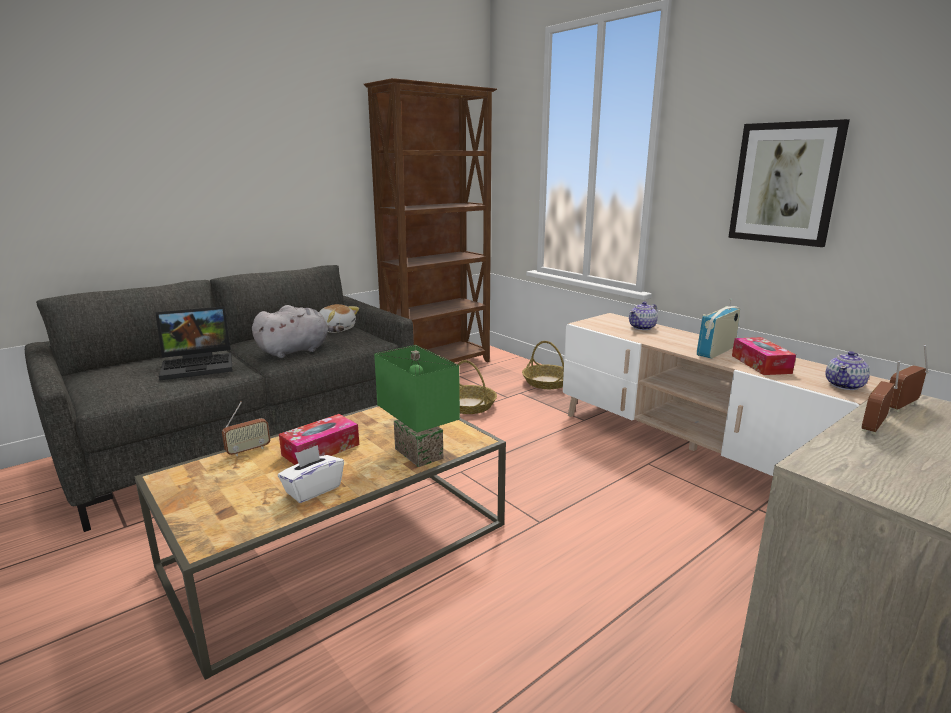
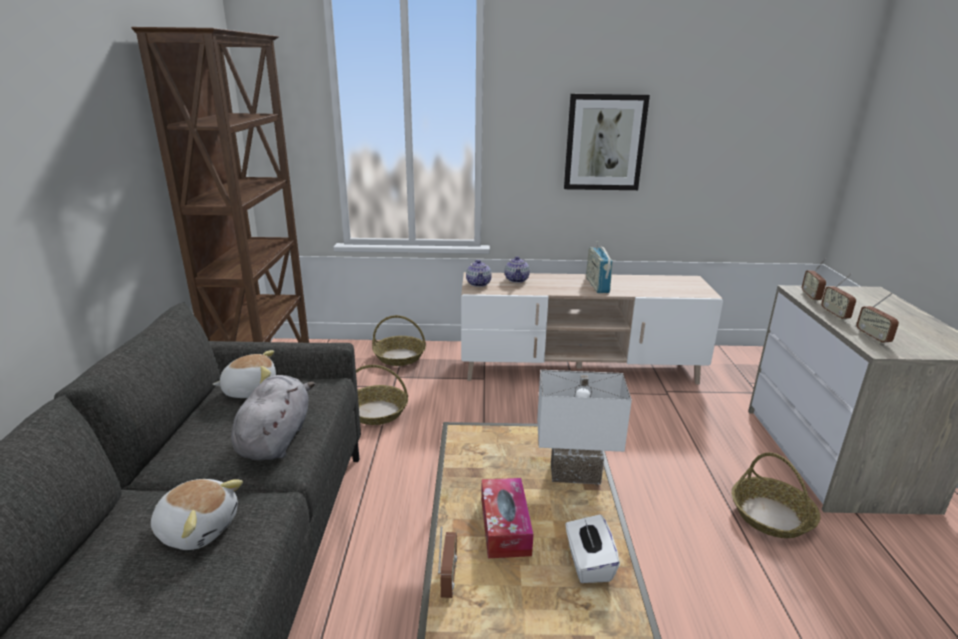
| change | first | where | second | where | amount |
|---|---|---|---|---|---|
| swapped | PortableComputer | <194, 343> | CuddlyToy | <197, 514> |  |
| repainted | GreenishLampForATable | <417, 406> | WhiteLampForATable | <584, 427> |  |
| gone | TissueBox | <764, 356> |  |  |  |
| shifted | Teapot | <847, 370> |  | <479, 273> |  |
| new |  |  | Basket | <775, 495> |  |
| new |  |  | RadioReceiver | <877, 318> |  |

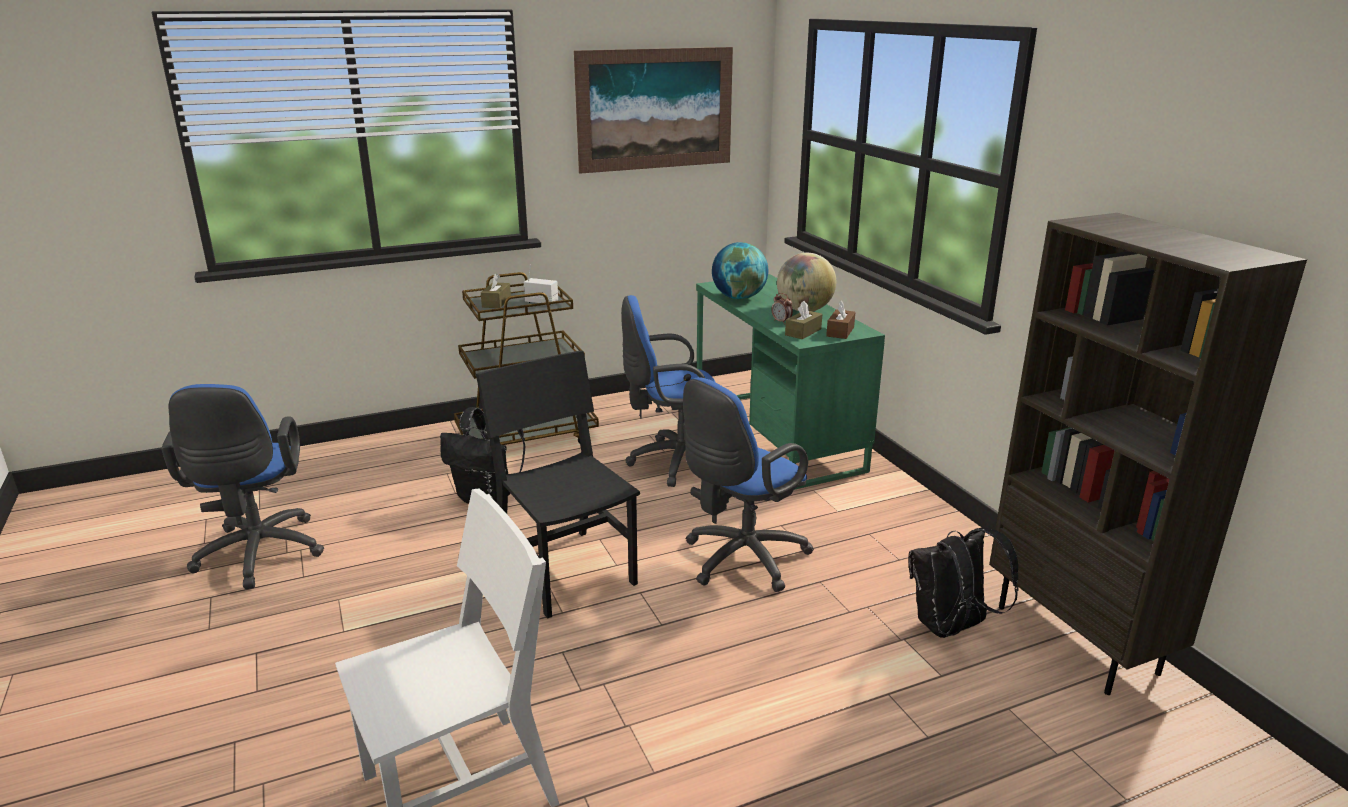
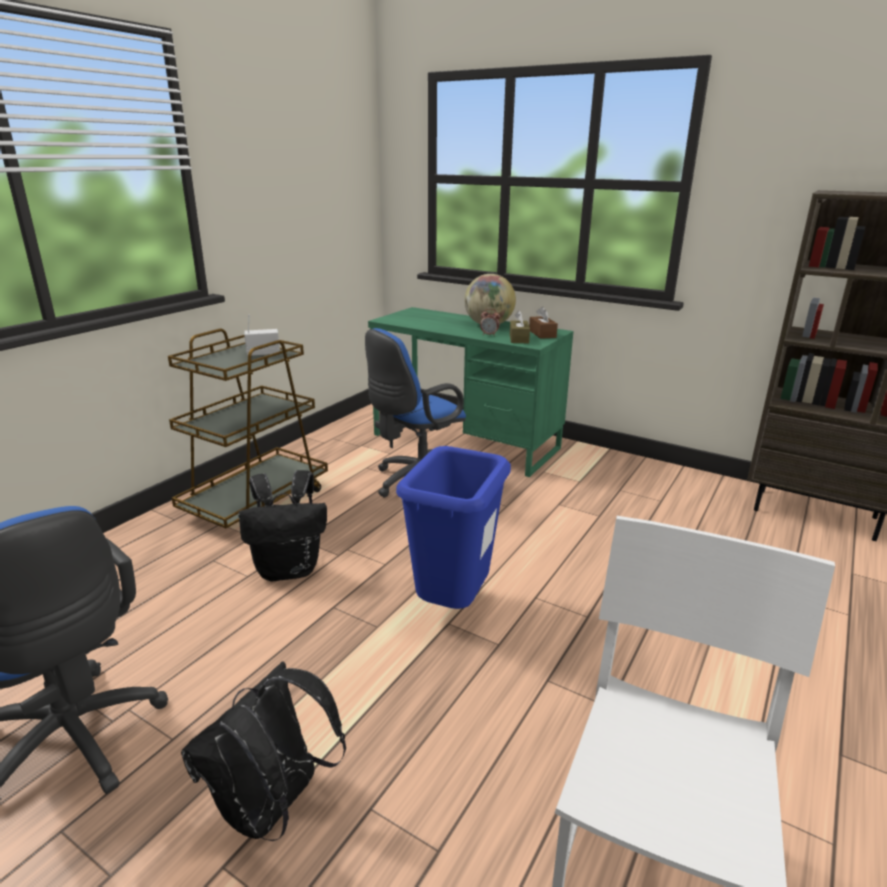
| change | first | where | second | where | amount |
|---|---|---|---|---|---|
| swapped | BlackChair | <558, 484> | BlueWasteBin | <453, 527> |  |
| gone | BrownColouredTissueBox | <496, 290> |  |  |  |
| gone | WallArt | <653, 110> |  |  |  |
| gone | BlueComputerChair | <748, 484> |  |  |  |
| gone | WorldGlobe | <740, 270> |  |  |  |
| shifted | BlackRucksack | <964, 583> |  | <263, 751> |  |

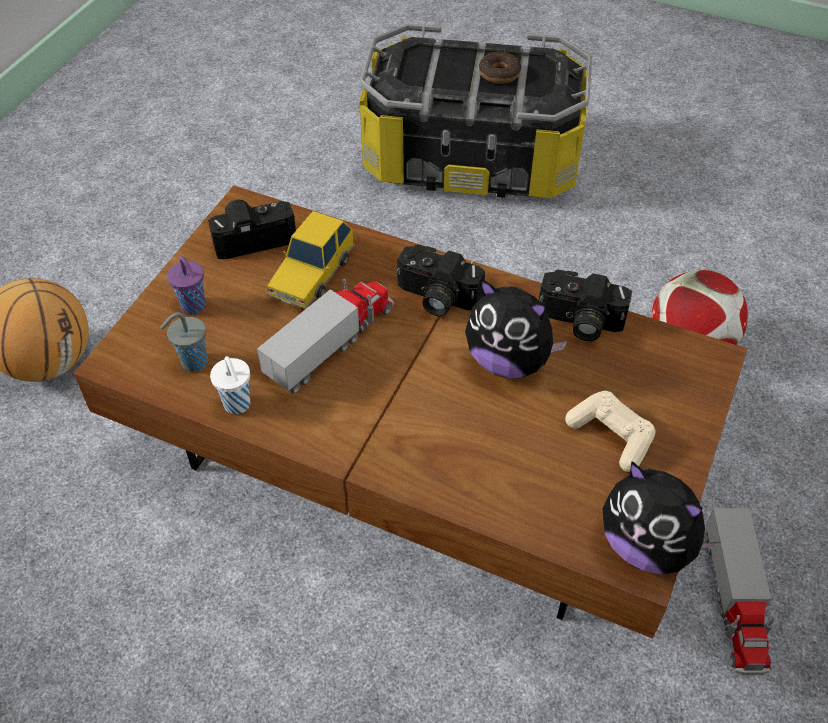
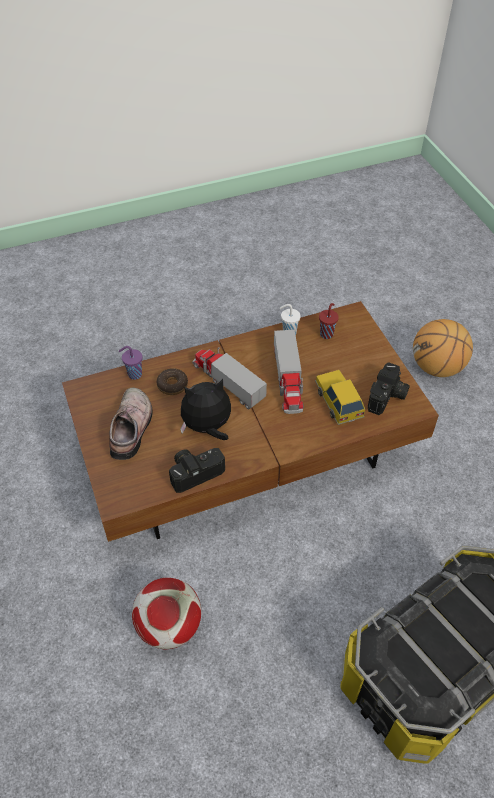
| change | first | where | second | where | amount |
|---|---|---|---|---|---|
| repainted | GreyDrinkingCup | <184, 342> | ReddishDrinkingCup | <329, 321> |  |
| shifted | PurpleDrinkingCup | <186, 285> |  | <130, 363> |  |
| gone | PhotoCamera | <440, 280> |  |  |  |
| shifted | RingDoughnut | <500, 68> |  | <172, 381> |  |
| swapped | BeigeGameController | <610, 431> | LowShoe | <131, 424> |  |
| gone | CuddlyToy | <661, 518> |  |  |  |
| shifted | ModelTruck | <740, 591> |  | <229, 378> |  |

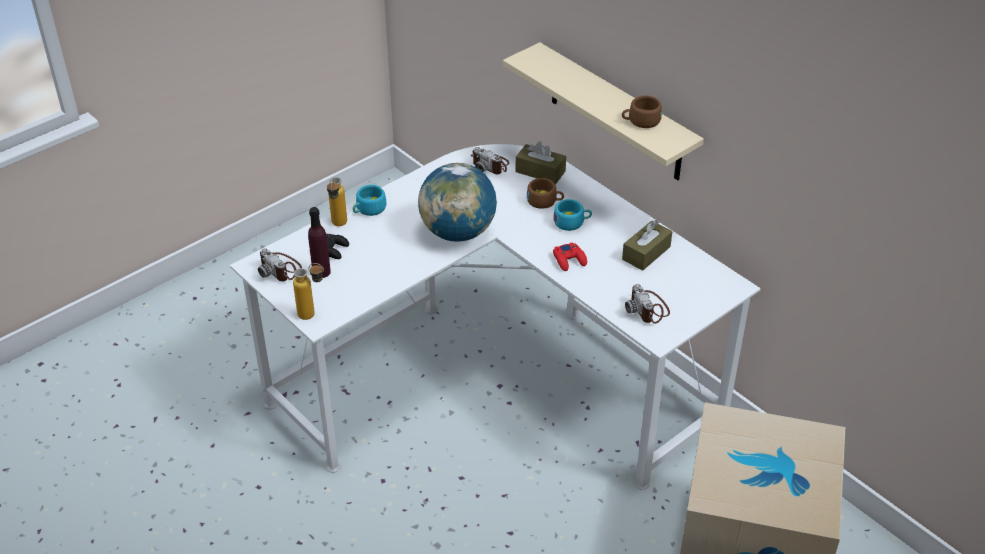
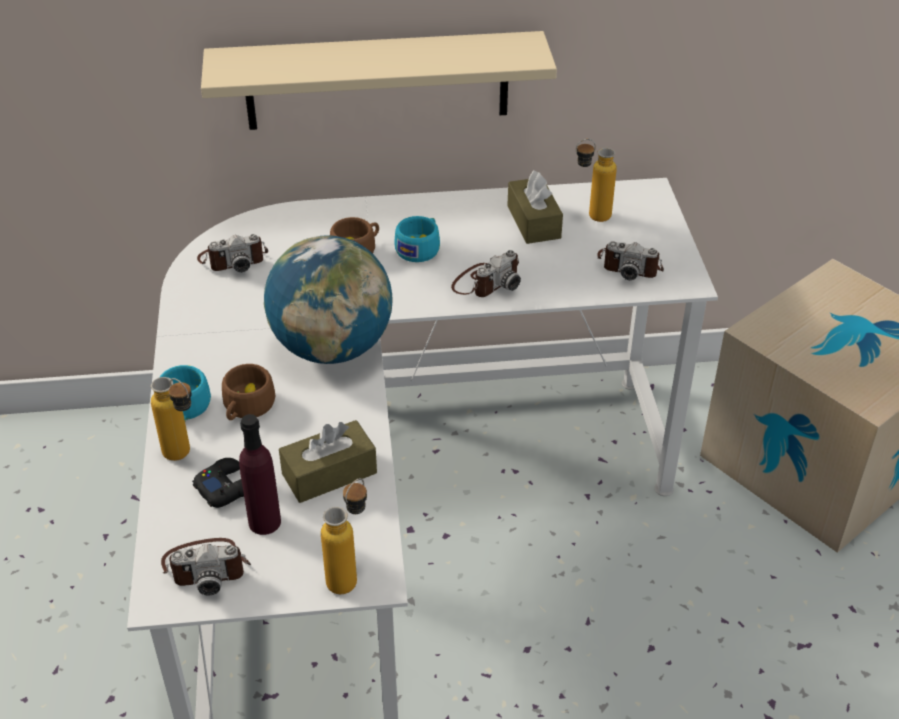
| change | first | where | second | where | amount |
|---|---|---|---|---|---|
| shifted | BrownColouredTissueBox | <540, 162> |  | <328, 461> |  |
| swapped | ReddishGameController | <570, 256> | PhotoCamera | <486, 273> |  |
| shifted | BrownColouredDrinkingCup | <642, 111> |  | <249, 392> |  |
| new |  |  | DrinkBottle | <596, 180> |  |

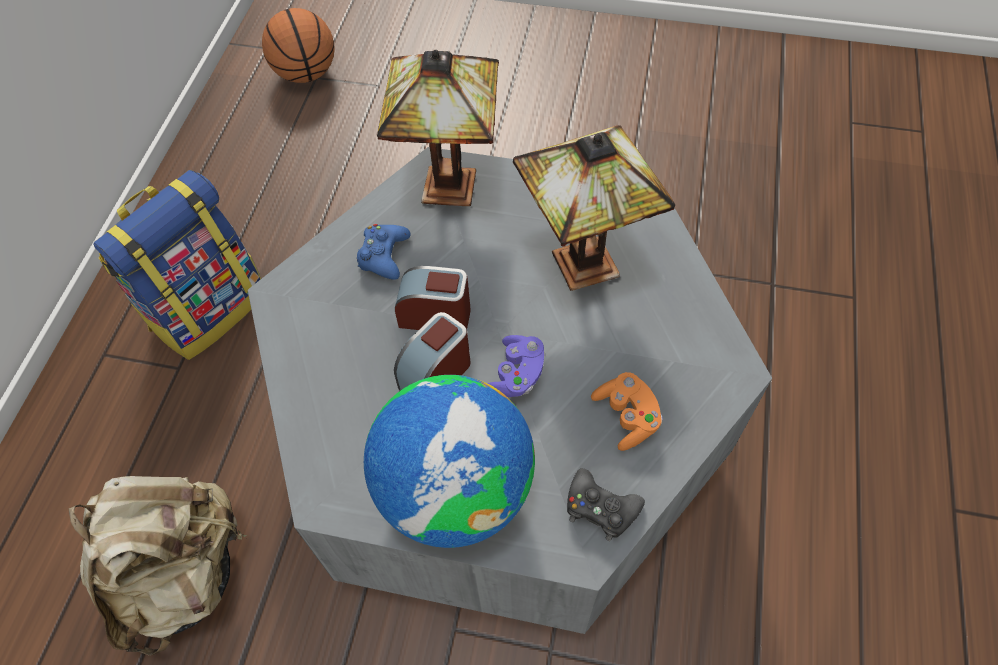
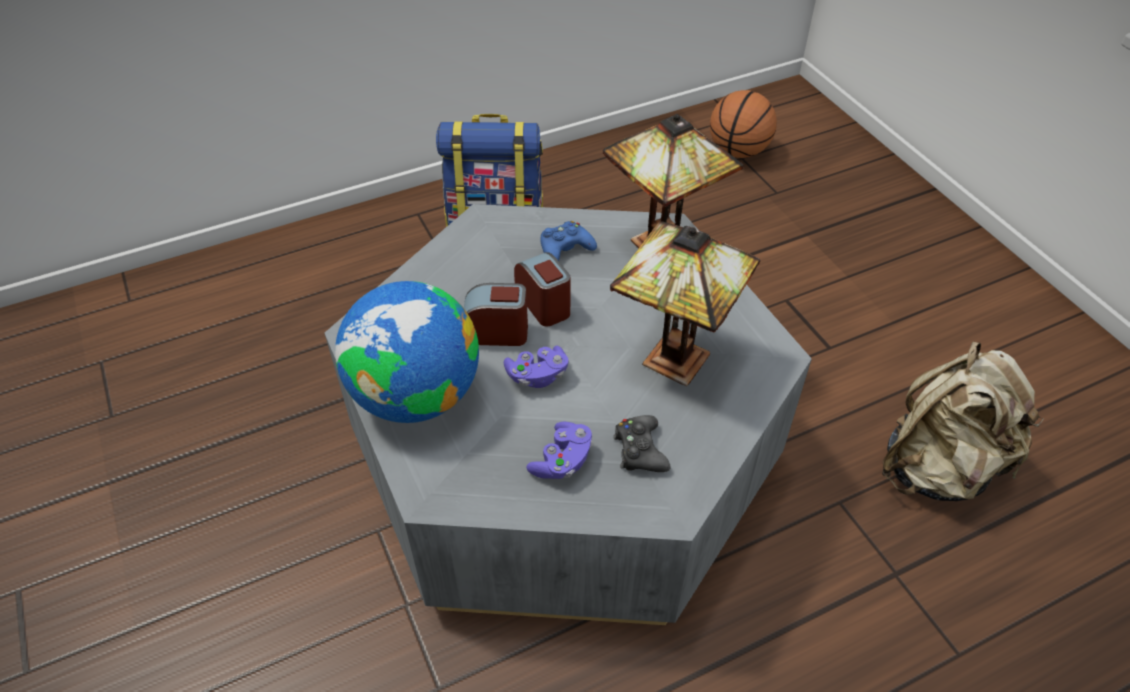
| change | first | where | second | where | amount |
|---|---|---|---|---|---|
| shifted | BeigeRucksack | <157, 566> |  | <963, 421> |  |
| shifted | BlackGameController | <606, 504> |  | <641, 443> |  |
| repainted | OrangeColouredGameController | <627, 411> | PurpleGameController | <559, 450> |  |

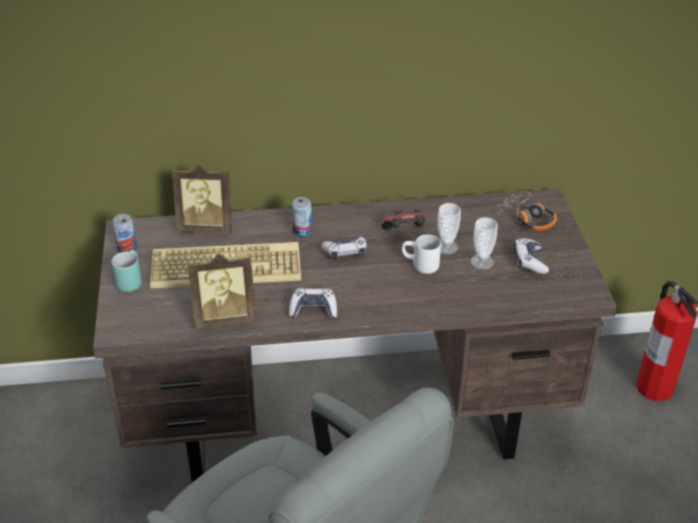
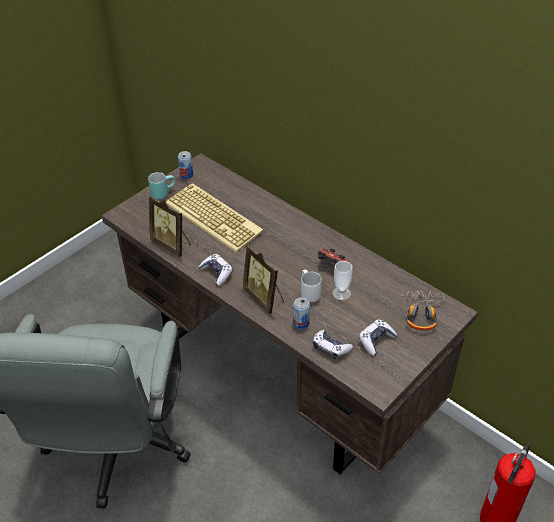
| change | first | where | second | where | amount |
|---|---|---|---|---|---|
| shifted | PictureFrame | <201, 199> |  | <263, 279> |  |
| shifted | Can | <302, 217> |  | <301, 313> |  |
| shifted | GameController | <344, 248> |  | <333, 344> |  |
| gone | DrinkingCup | <484, 243> |  |  |  |

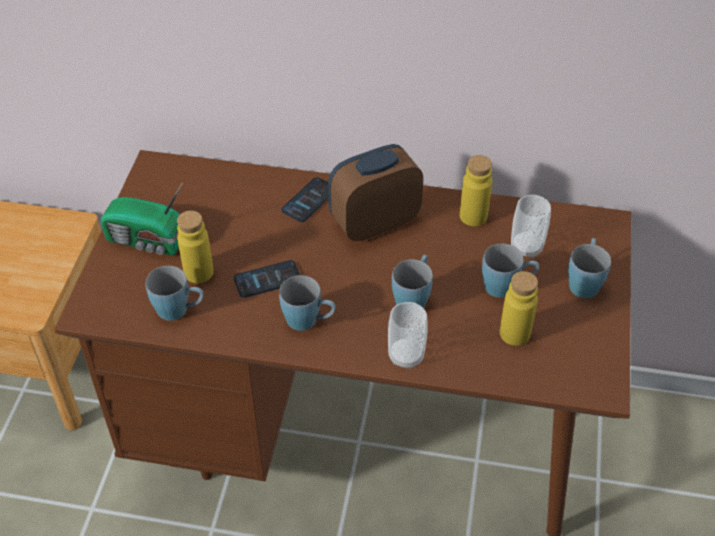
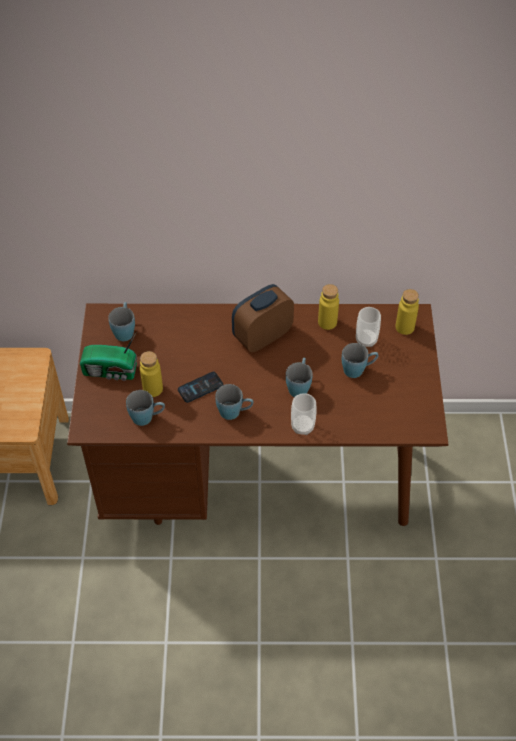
| change | first | where | second | where | amount |
|---|---|---|---|---|---|
| gone | Telephone | <305, 199> |  |  |  |
| shifted | YellowishDrinkBottle | <519, 308> |  | <407, 312> |  |
| shifted | BlueTeaMug | <589, 268> |  | <121, 321> |  |

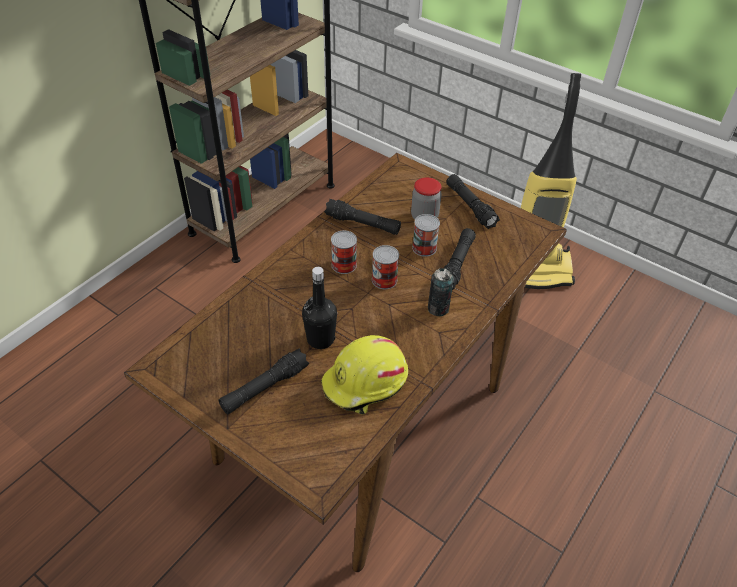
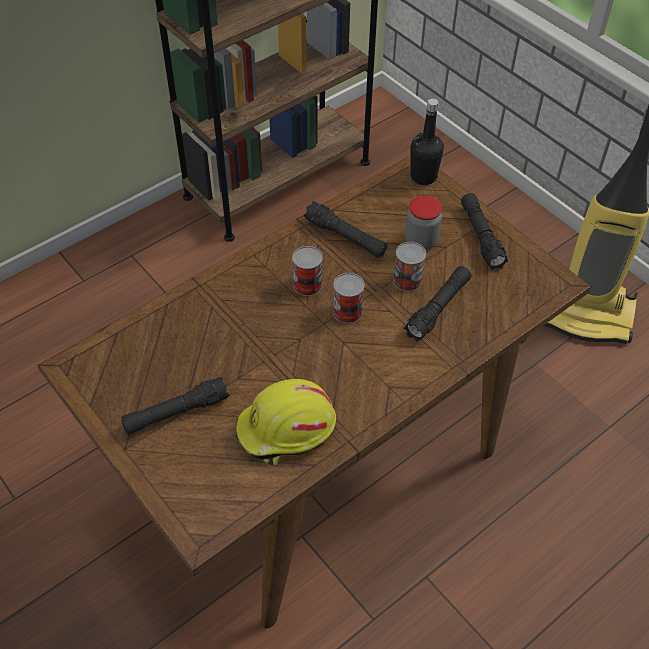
| change | first | where | second | where | amount |
|---|---|---|---|---|---|
| shifted | BlackDrinkBottle | <319, 308> |  | <427, 142> |  |
| gone | Can | <441, 292> |  |  |  |

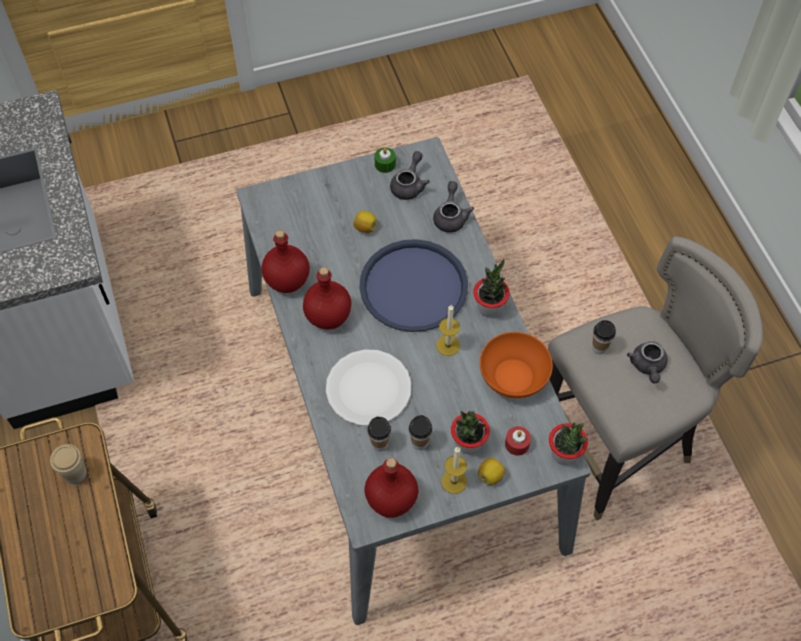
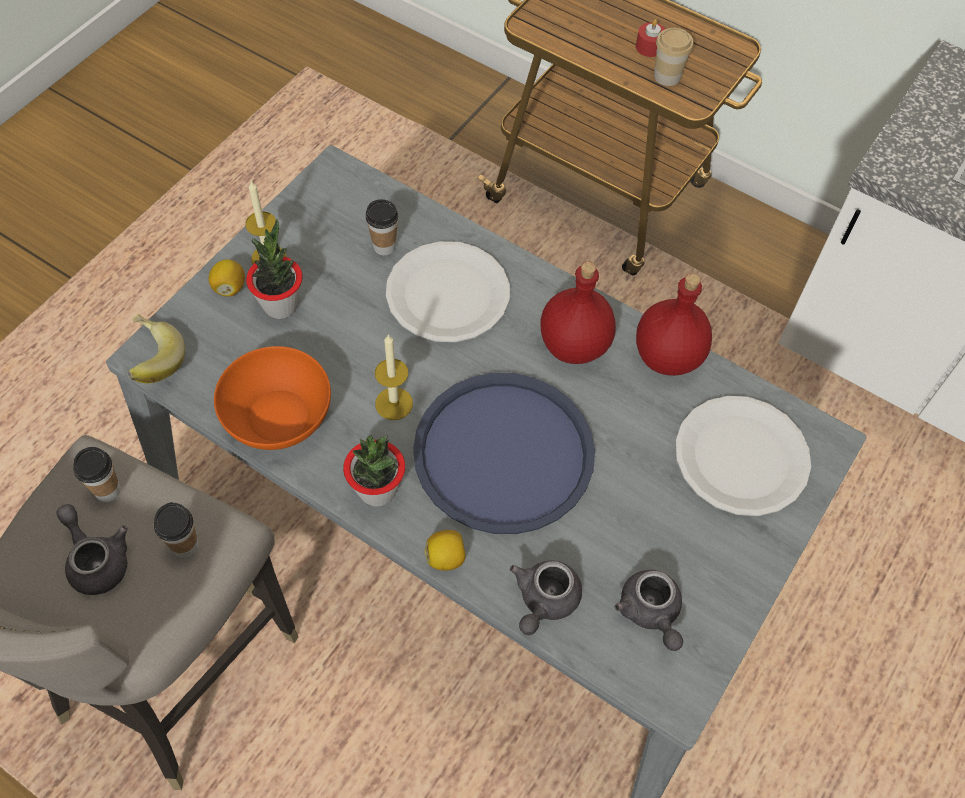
| change | first | where | second | where | amount |
|---|---|---|---|---|---|
| shifted | CitrusFruit | <365, 222> |  | <445, 550> |  |
| gone | ReddishDrinkBottle | <391, 488> |  |  |  |
| gone | GreenishCandle | <385, 160> |  |  |  |
| shifted | DrinkingCup | <420, 432> |  | <97, 474> |  |
| rotated | GreyTeapot | <453, 207> |  | <546, 598> | 60 degrees clockwise |
| shifted | ReddishCandle | <518, 440> |  | <650, 38> |  |
| swapped | PlantInAPot | <568, 444> | Banana | <156, 348> |  |
| new |  |  | WhiteDinnerPlate | <743, 456> |  |

